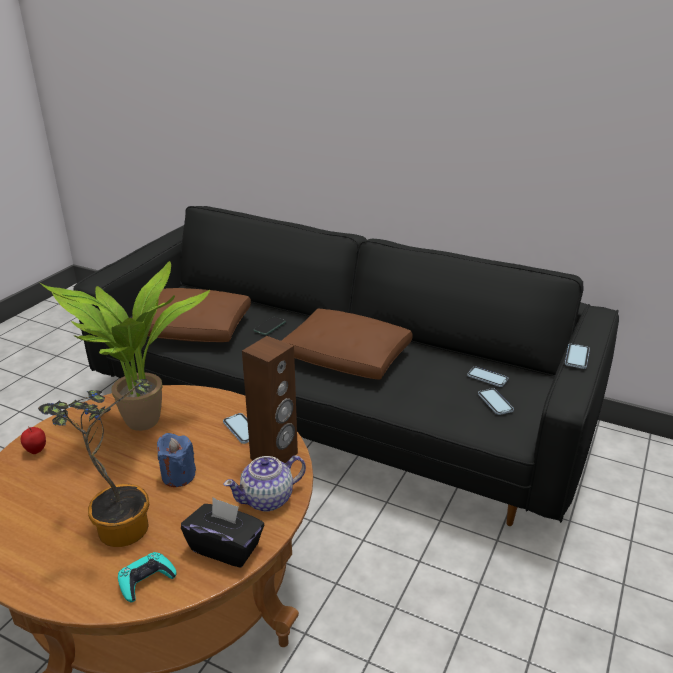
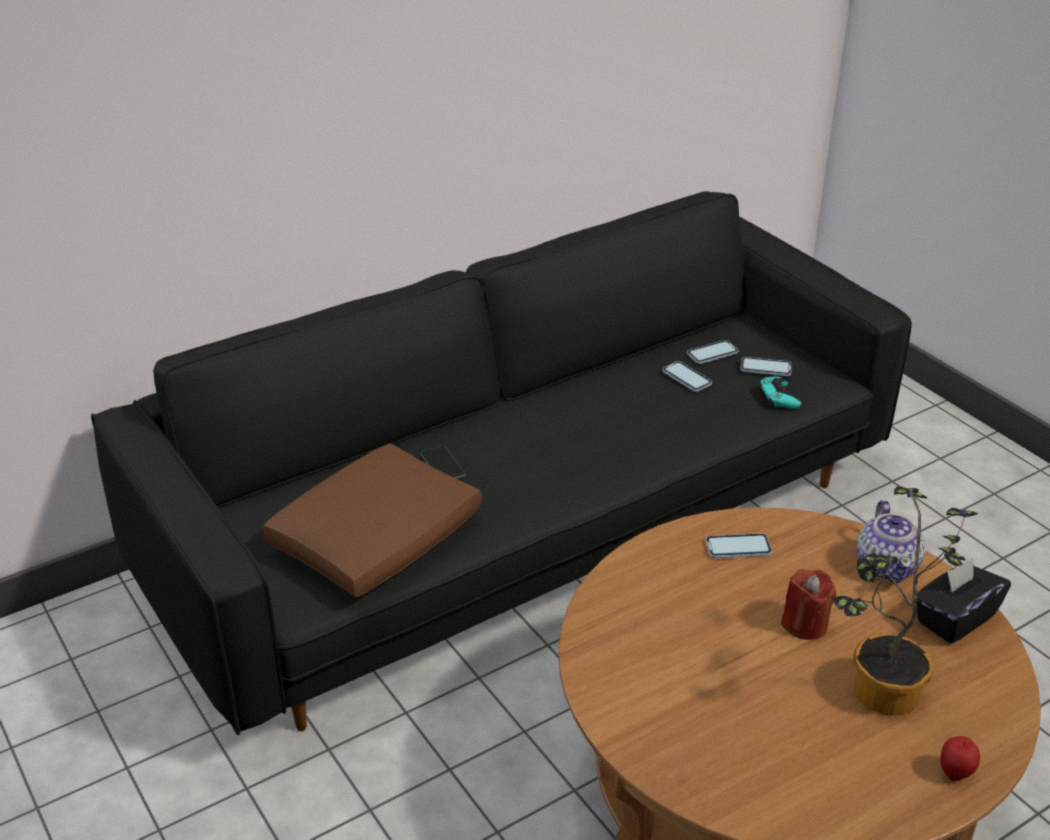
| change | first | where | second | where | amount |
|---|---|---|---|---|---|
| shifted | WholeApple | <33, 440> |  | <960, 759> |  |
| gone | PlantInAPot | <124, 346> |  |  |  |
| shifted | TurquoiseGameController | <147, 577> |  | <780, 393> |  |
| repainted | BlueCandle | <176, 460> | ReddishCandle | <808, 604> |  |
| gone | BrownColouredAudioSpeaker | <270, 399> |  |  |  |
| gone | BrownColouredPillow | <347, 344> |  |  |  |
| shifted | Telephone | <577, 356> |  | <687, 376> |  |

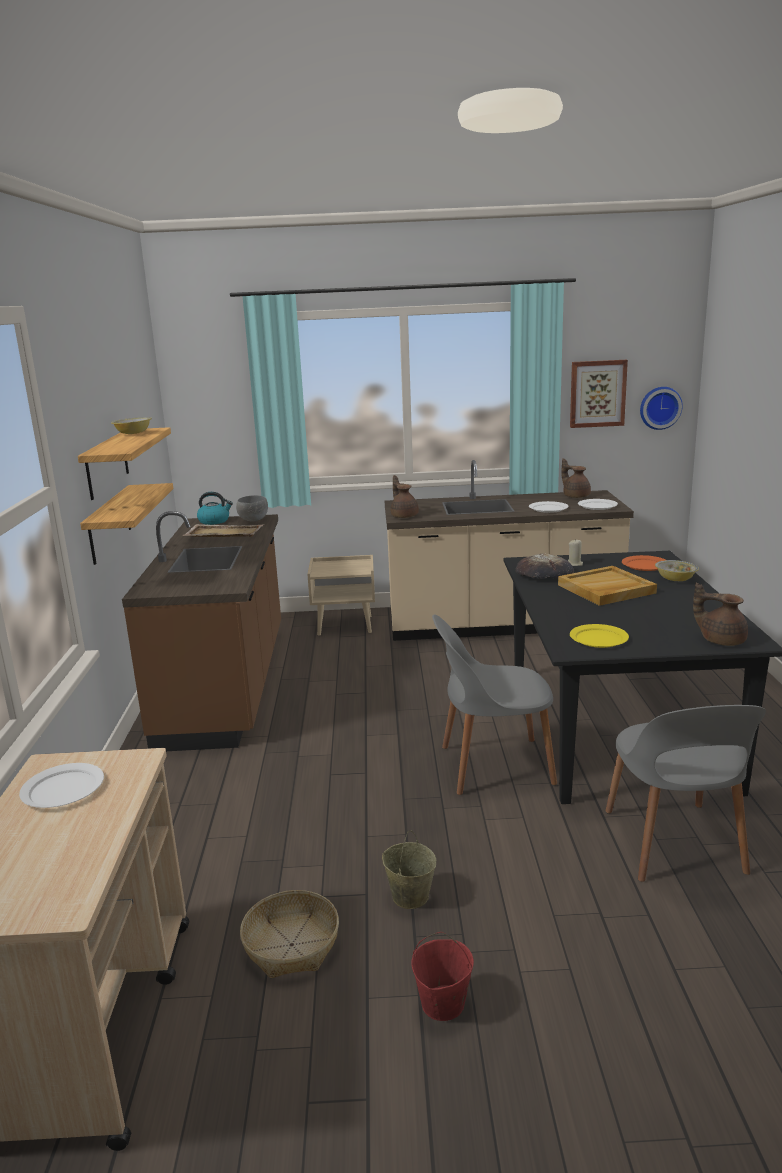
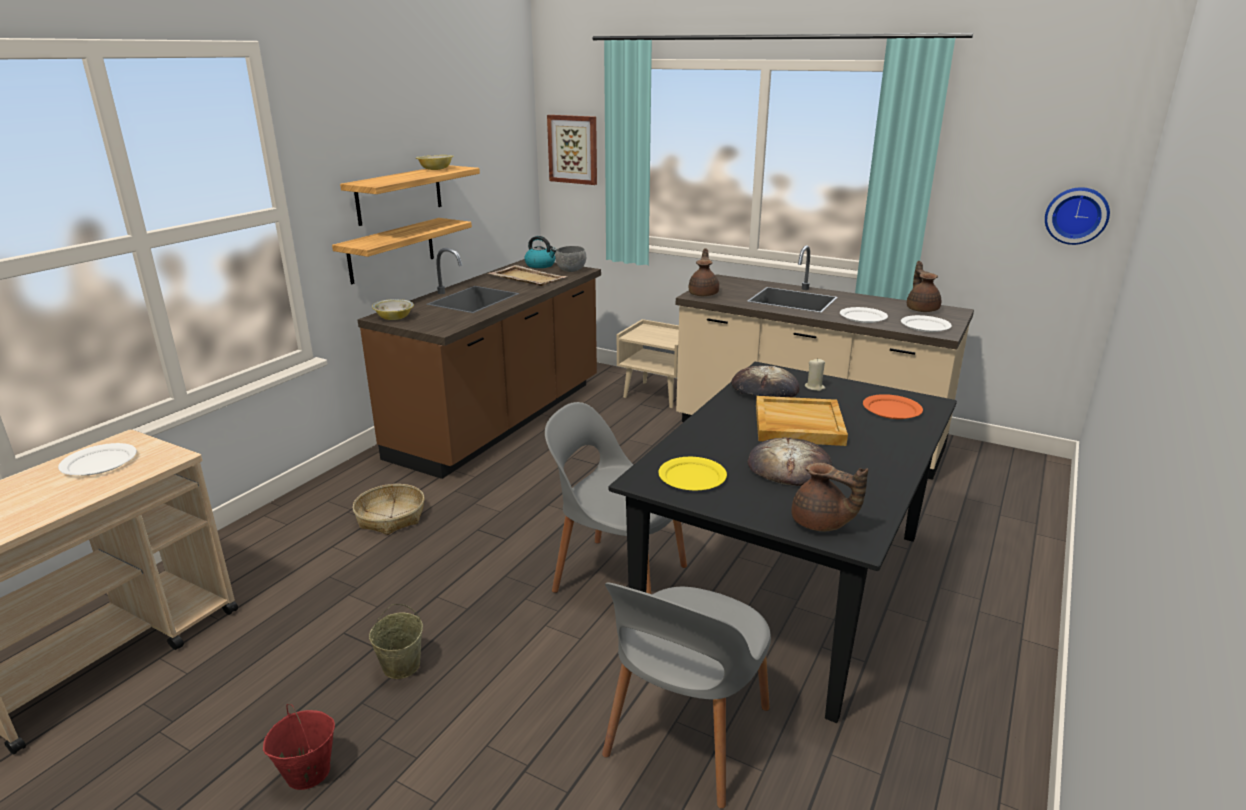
| change | first | where | second | where | amount |
|---|---|---|---|---|---|
| shifted | Basket | <289, 934> |  | <389, 509> |  |
| shifted | WallArt | <599, 394> |  | <572, 150> |  |
| shifted | Bowl | <677, 570> |  | <393, 309> |  |
| rotated | BrownColouredTeapot | <720, 614> |  | <829, 497> | 150 degrees clockwise |
| new |  |  | Bread | <789, 461> |  |

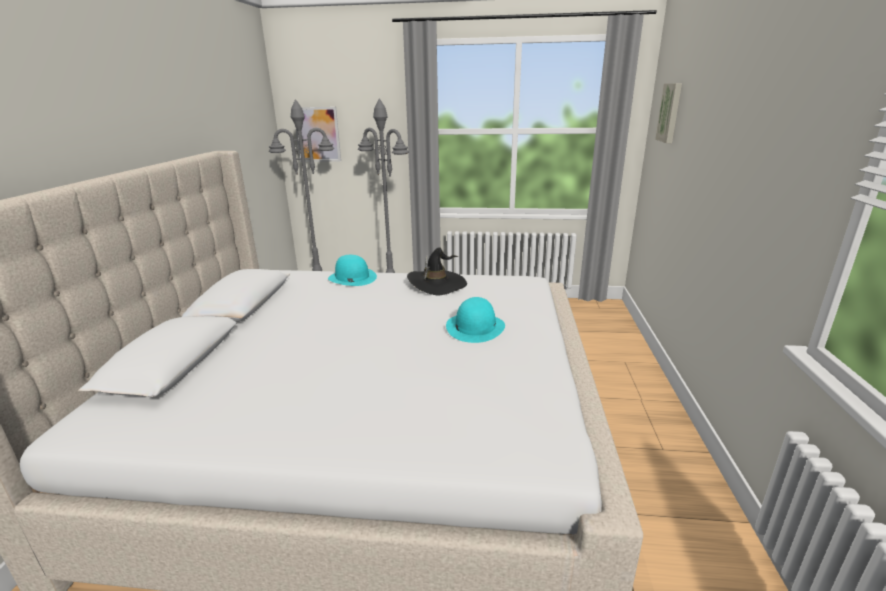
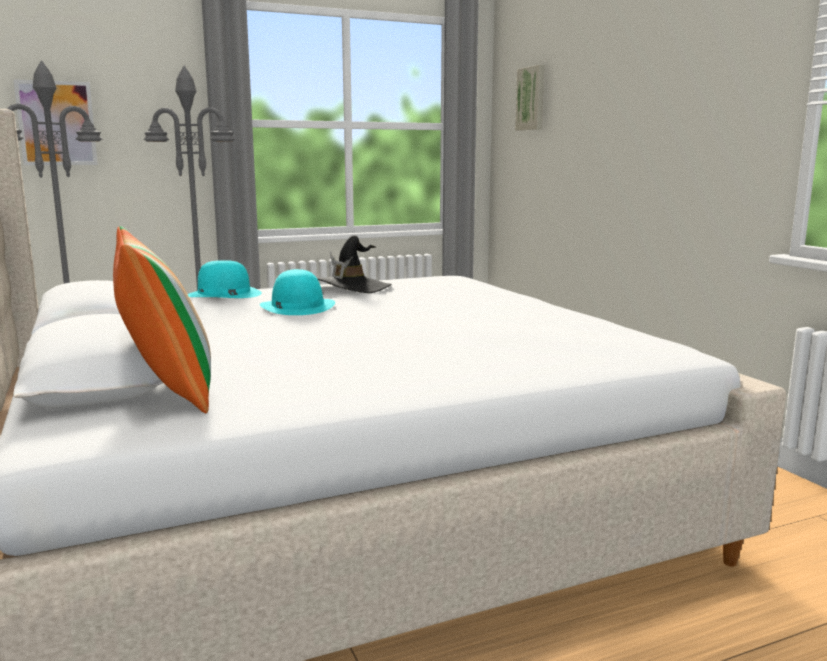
| change | first | where | second | where | amount |
|---|---|---|---|---|---|
| shifted | TurquoiseHat | <475, 320> |  | <297, 292> |  |
| new |  |  | Pillow | <162, 319> |  |

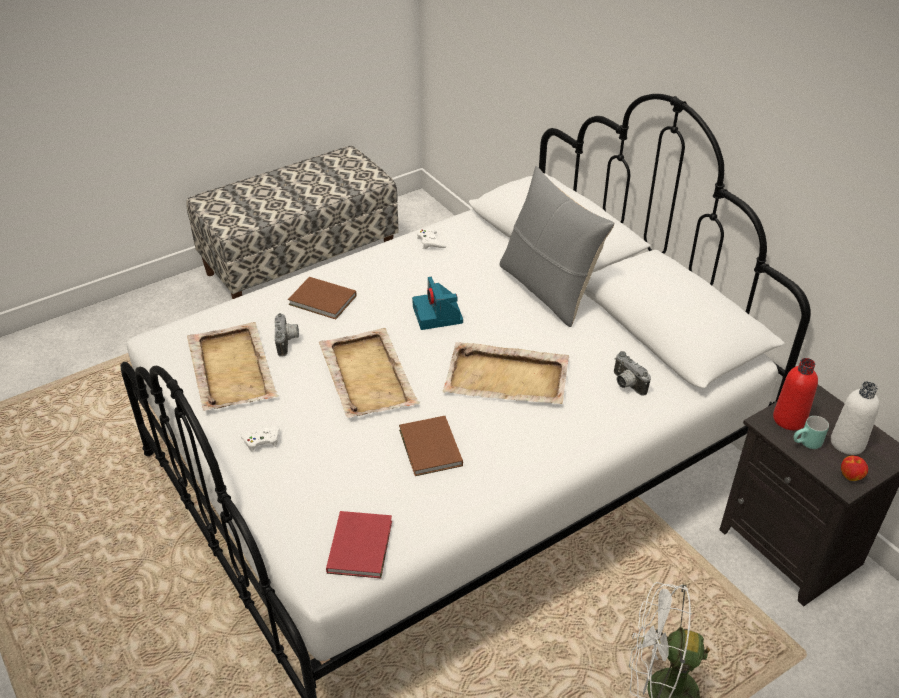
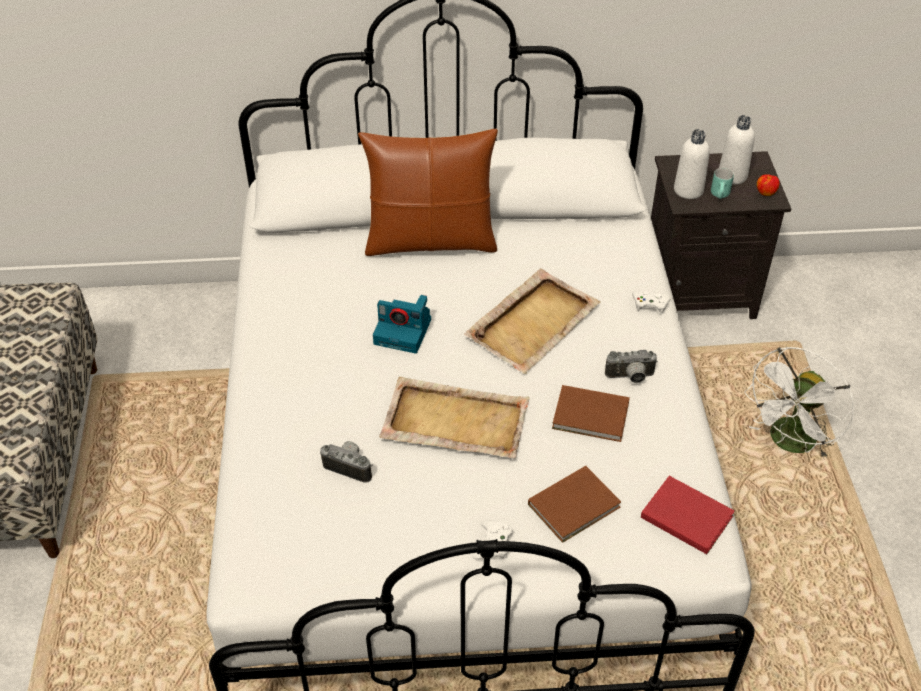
| change | first | where | second | where | amount |
|---|---|---|---|---|---|
| gone | BeigeServingTray | <233, 366> |  |  |  |
| shifted | BrownColouredBoundBook | <322, 298> |  | <574, 504> |  |
| shifted | WhiteGameController | <431, 239> |  | <651, 302> |  |
| repainted | GreyPillow | <557, 246> | BrownColouredPillow | <428, 192> |  |
| shifted | PhotoCamera | <632, 373> |  | <631, 366> |  |
| repainted | ReddishDrinkBottle | <795, 394> | WhiteDrinkBottle | <692, 164> |  |

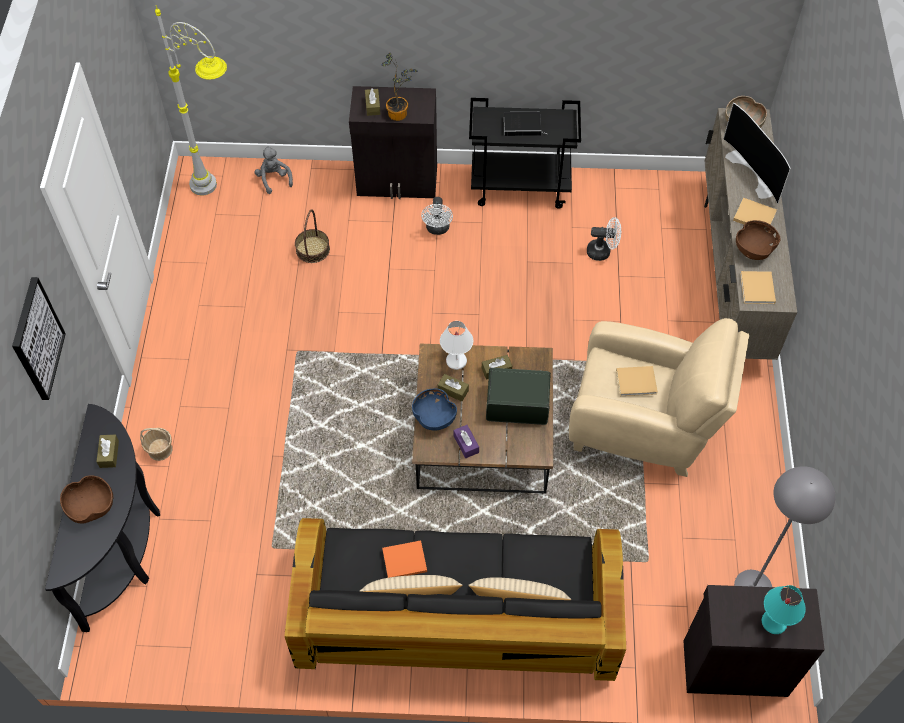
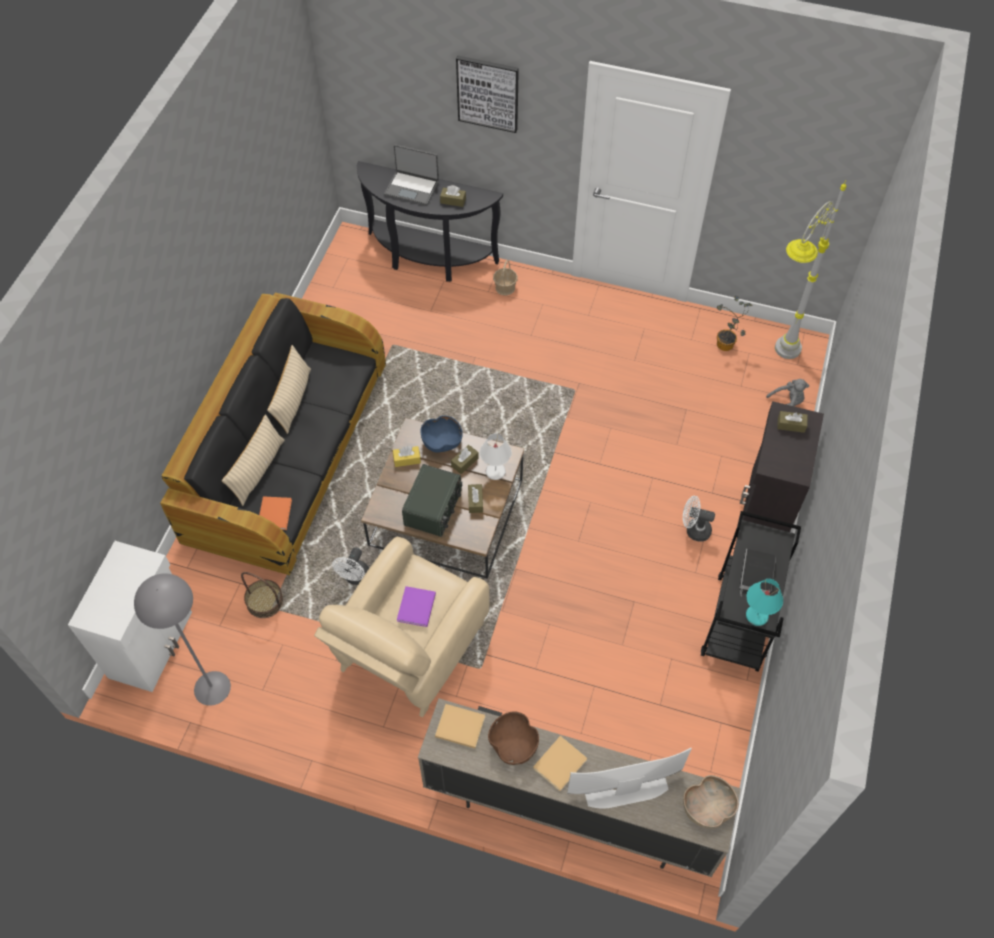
| change | first | where | second | where | amount |
|---|---|---|---|---|---|
| swapped | BrownColouredBowl | <86, 499> | PortableComputer | <411, 174> |  |
| shifted | Basket | <312, 236> |  | <262, 595> |  |
| shifted | PlantInAPot | <399, 87> |  | <735, 323> |  |
| shifted | OrangeColouredBoundBook | <404, 559> |  | <275, 513> |  |
| repainted | PurpleTissueBox | <466, 441> | YellowishTissueBox | <407, 456> |  |
| shifted | WhiteFan | <604, 239> |  | <350, 566> |  |
| repainted | BeigeBoundBook | <637, 381> | PurpleBoundBook | <416, 606> |  |
| repainted | BlackStorageCabinet | <754, 641> | WhiteStorageCabinet | <130, 616> |  |
| shifted | TurquoiseLampForATable | <784, 609> |  | <764, 602> |  |

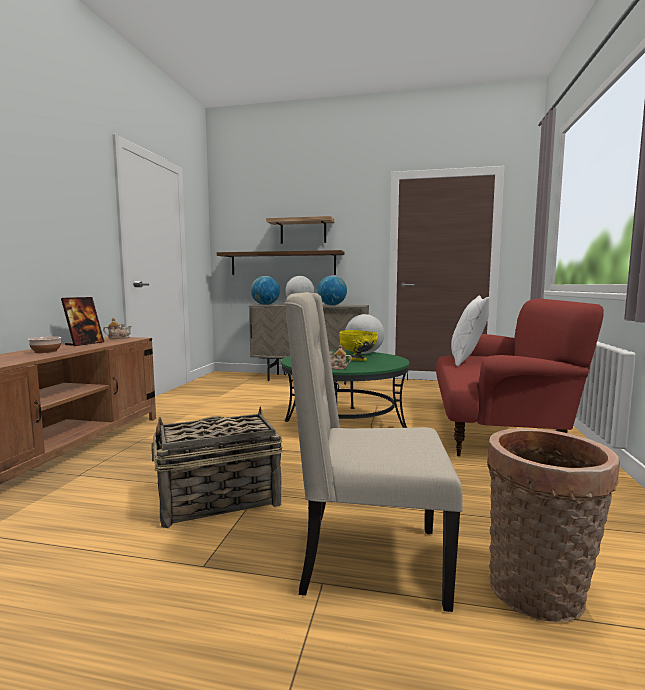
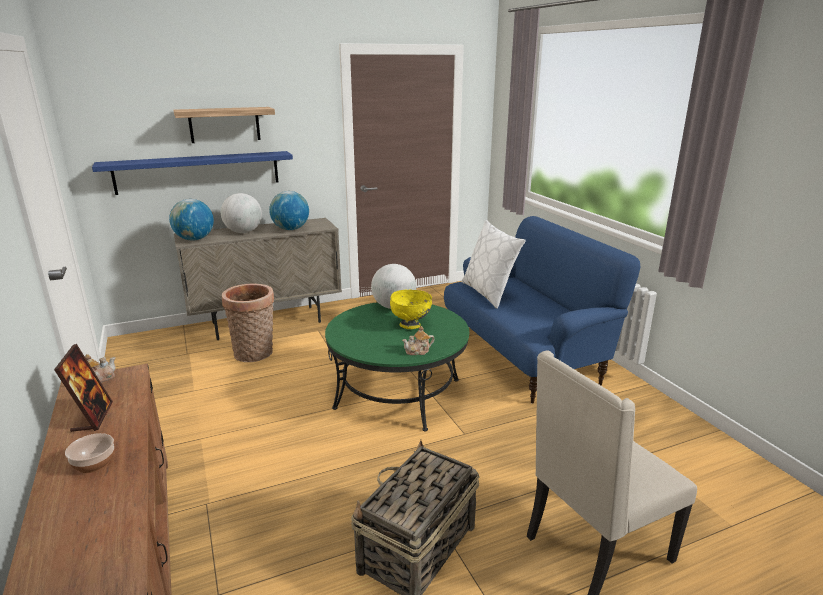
| change | first | where | second | where | amount |
|---|---|---|---|---|---|
| repainted | BrownColouredBracketShelf | <281, 262> | BlueBracketShelf | <192, 173> |  |
| repainted | ReddishSettee | <520, 378> | BlueSettee | <542, 310> |  |
| shifted | Basket | <553, 525> |  | <248, 322> |  |

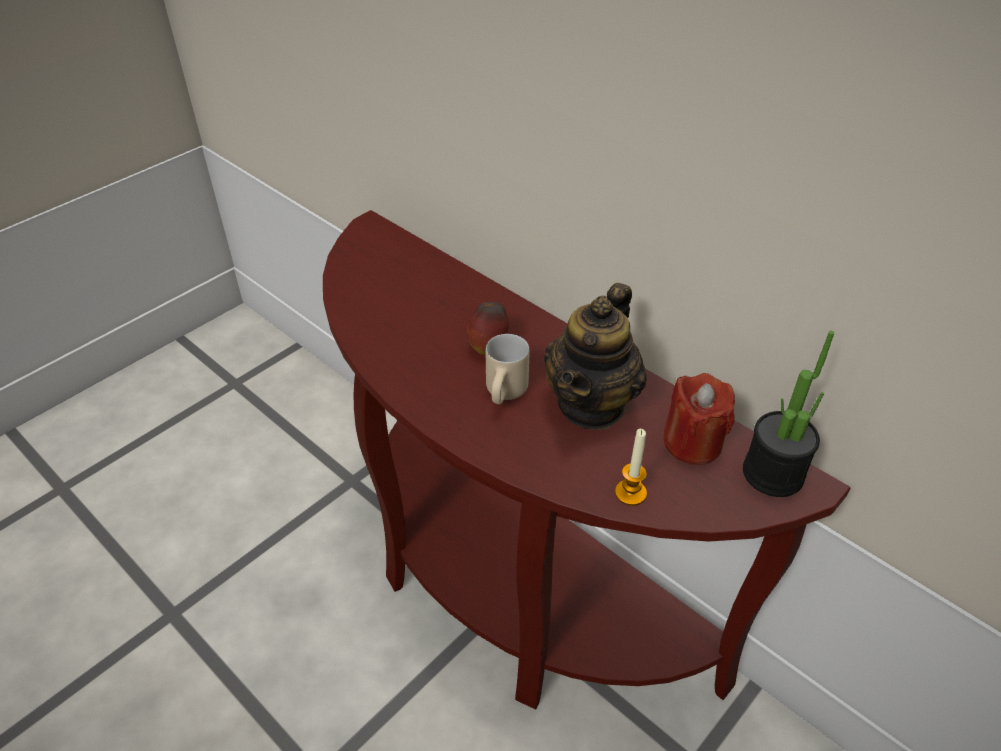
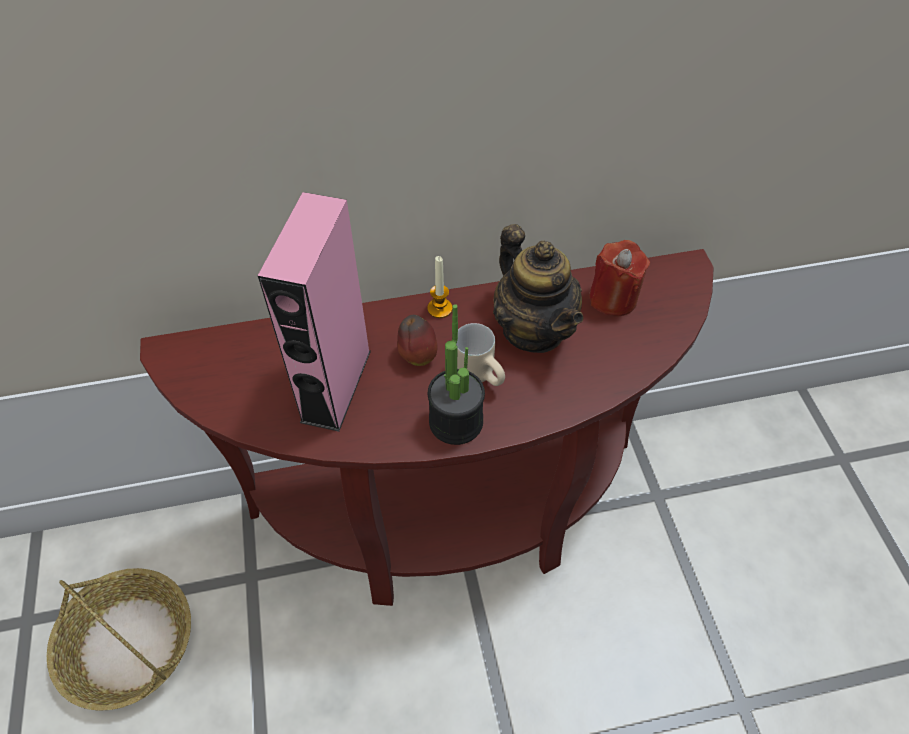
| change | first | where | second | where | amount |
|---|---|---|---|---|---|
| shifted | Candle | <631, 467> |  | <439, 287> |  |
| shifted | PlantInAPot | <788, 414> |  | <456, 374> |  |
| new |  |  | Basket | <119, 639> |  |
| new |  |  | PinkAudioSpeaker | <314, 312> |  |

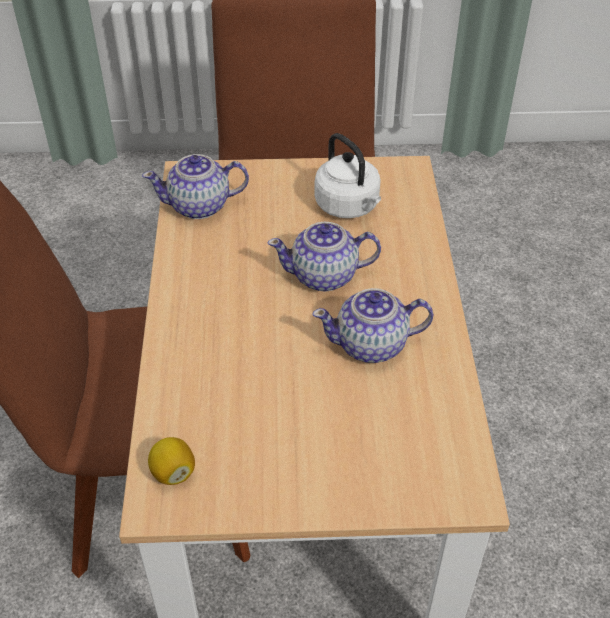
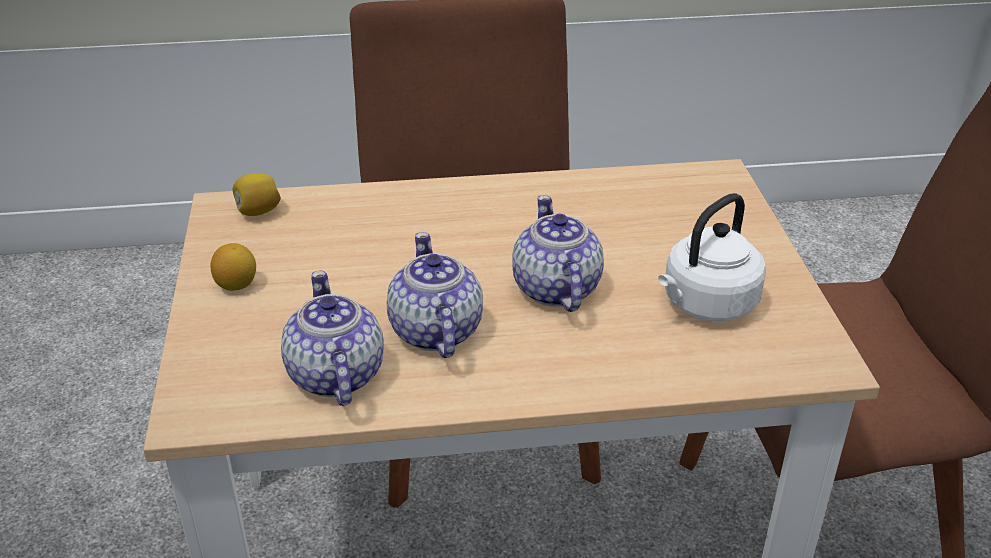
| change | first | where | second | where | amount |
|---|---|---|---|---|---|
| shifted | Teapot | <195, 186> |  | <332, 338> |  |
| new |  |  | CitrusFruit | <233, 267> |  |

